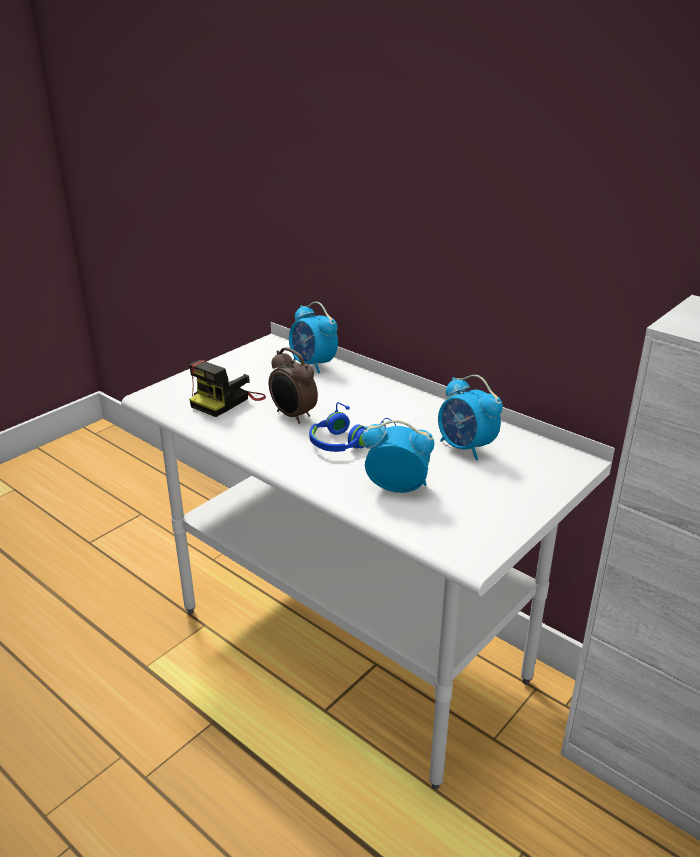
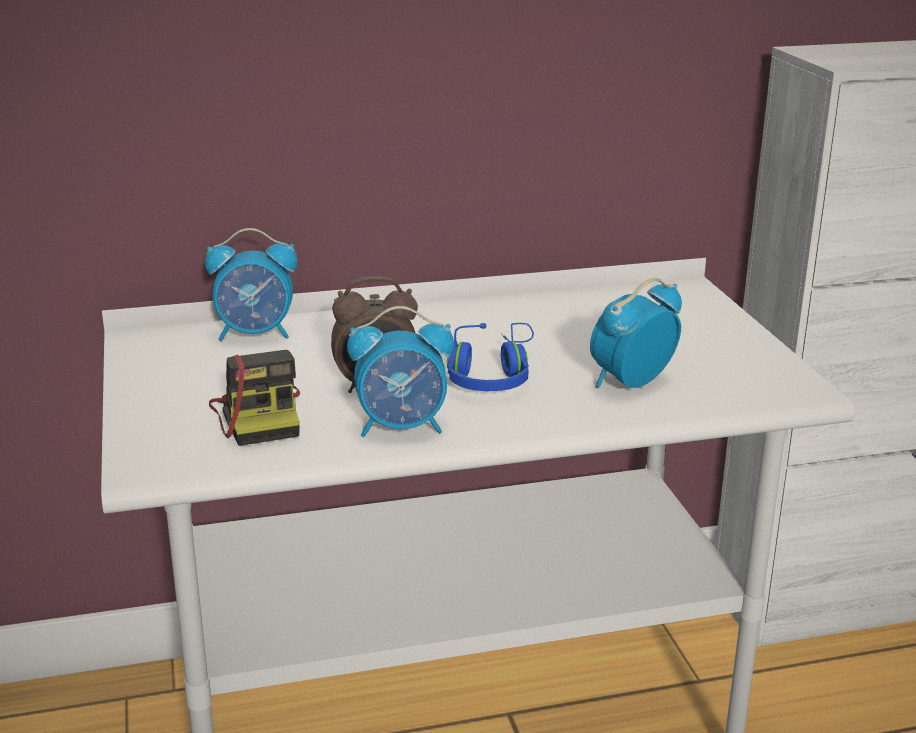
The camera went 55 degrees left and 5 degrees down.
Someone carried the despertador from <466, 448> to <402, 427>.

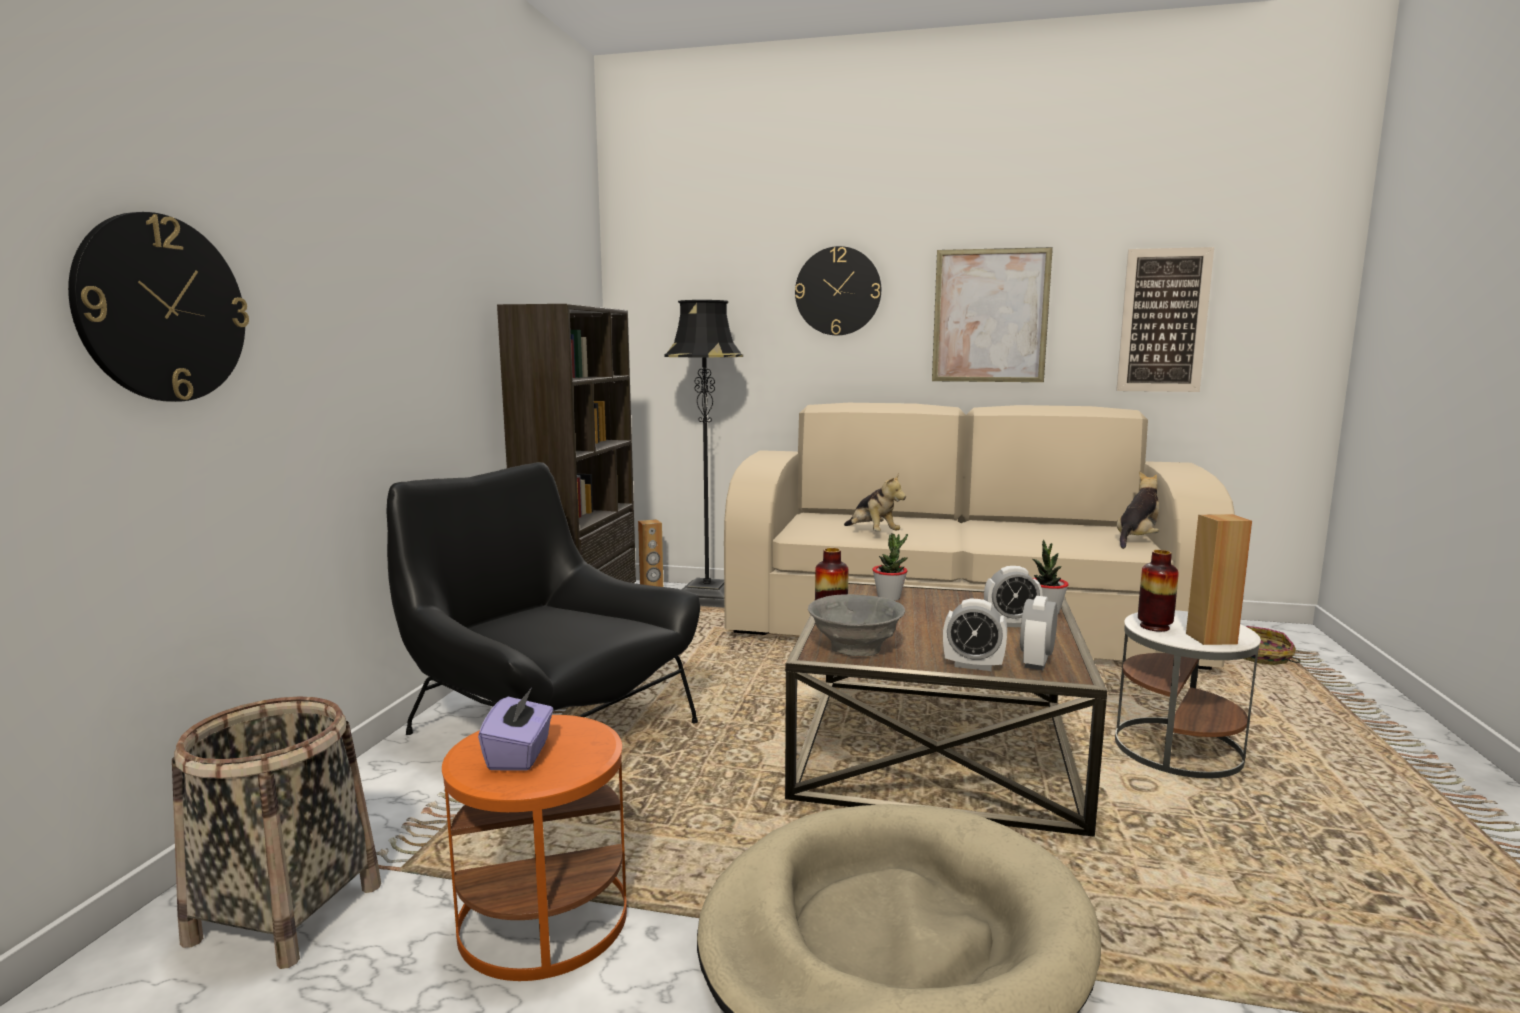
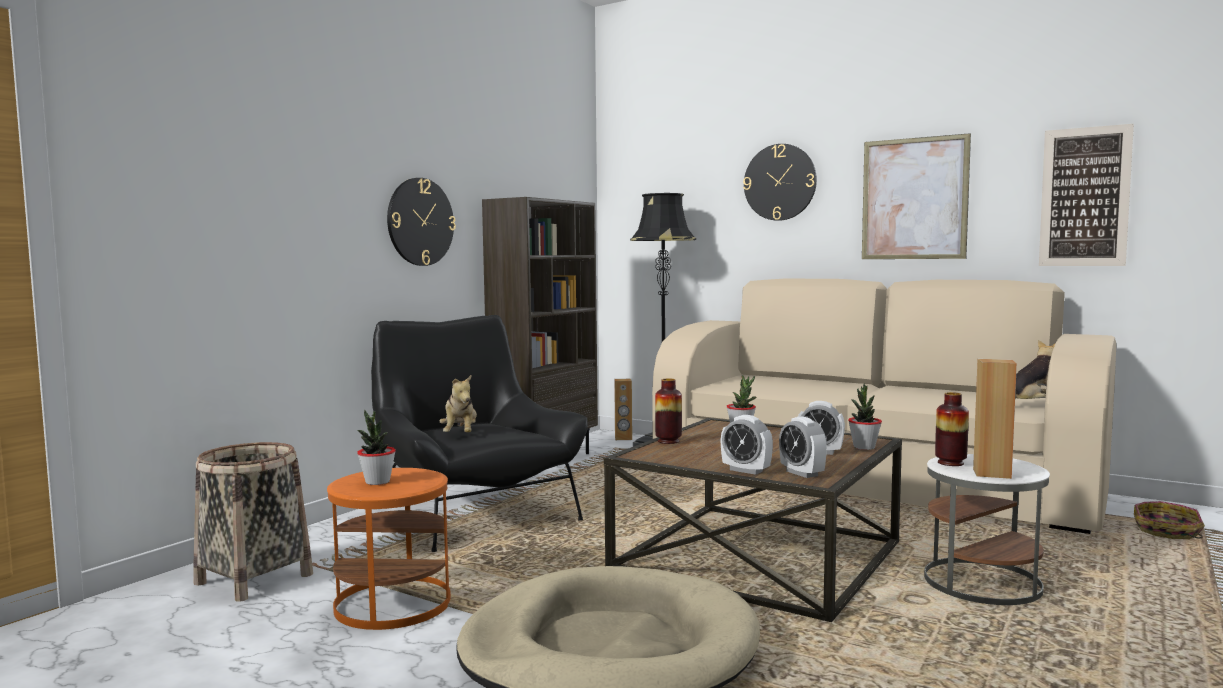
The camera went 20 degrees right and 5 degrees down.
Someone swapped the caja de pañuelos/morado at <520, 755> for the planta en maceta at <377, 482>.
Someone carried the reloj de pared from <162, 309> to <420, 222>.
Someone carried the peluche from <872, 534> to <460, 435>.
Someone rotated the despertador at <1036, 662> by 75 degrees counterclockwise.
Someone took away the cuenco/gris at <855, 649>.

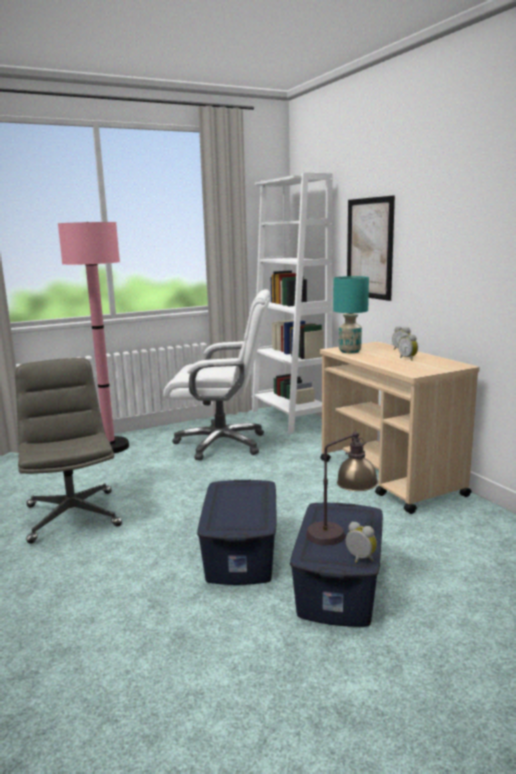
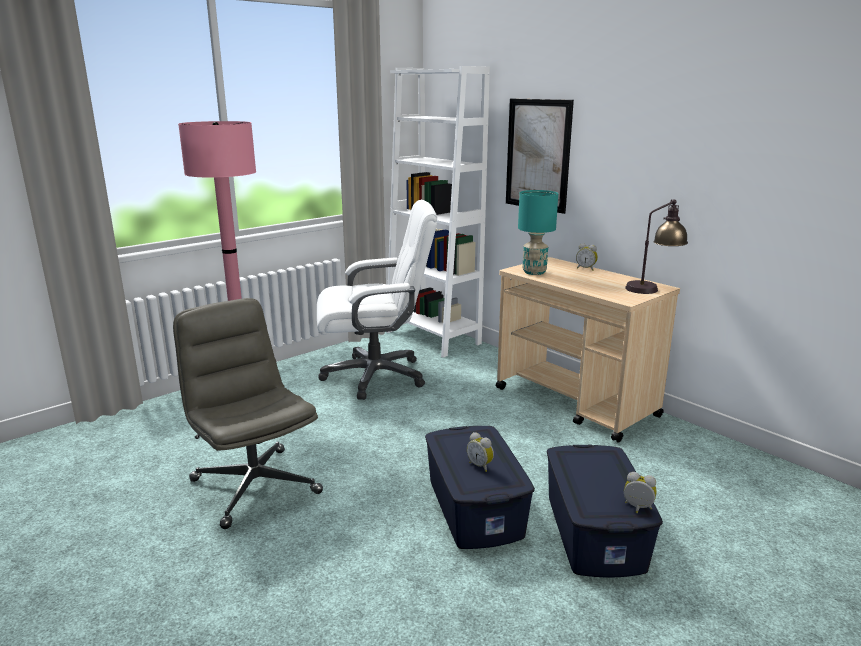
The camera went 15 degrees left and 5 degrees up.
Someone carried the despertador from <408, 359> to <480, 465>.
Someone carried the lámpara de mesa from <340, 535> to <653, 288>.

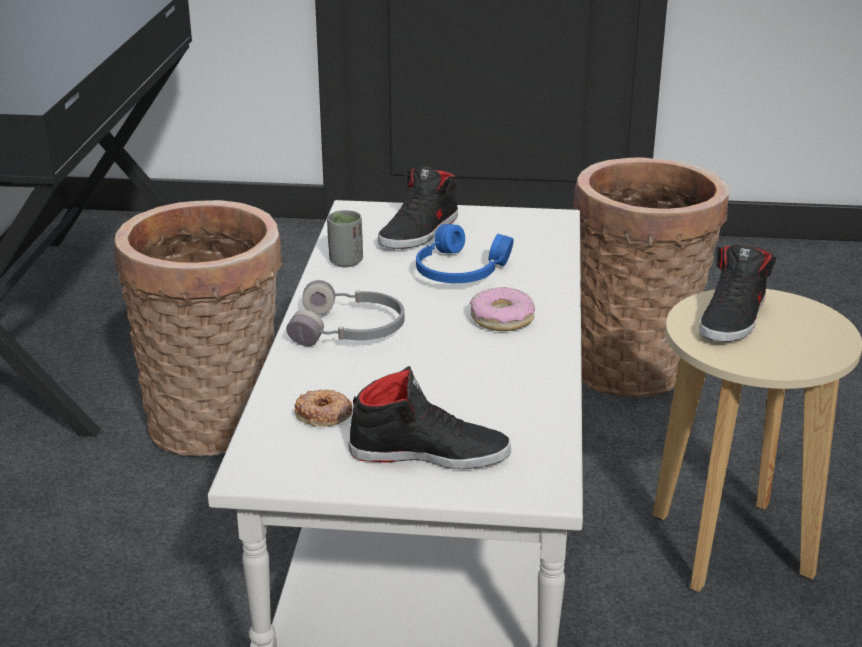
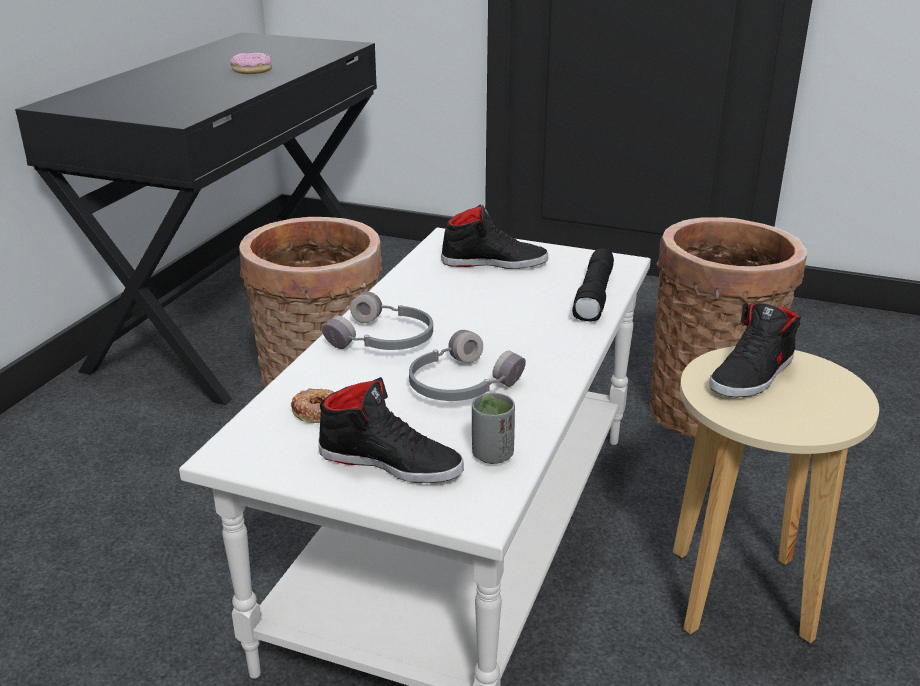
The camera went 15 degrees right and 0 degrees up.
Someone carried the rosquilla from <502, 319> to <252, 70>.
Someone put down the auriculares/gris at <460, 384>.
Someone rotated the zapato/negro at <420, 232> by 135 degrees counterclockwise.
Someone carried the taza/gris from <346, 262> to <492, 455>.
Someone put down the linterna/negro at <595, 296>.
Someone took away the auriculares/azul at <459, 271>.

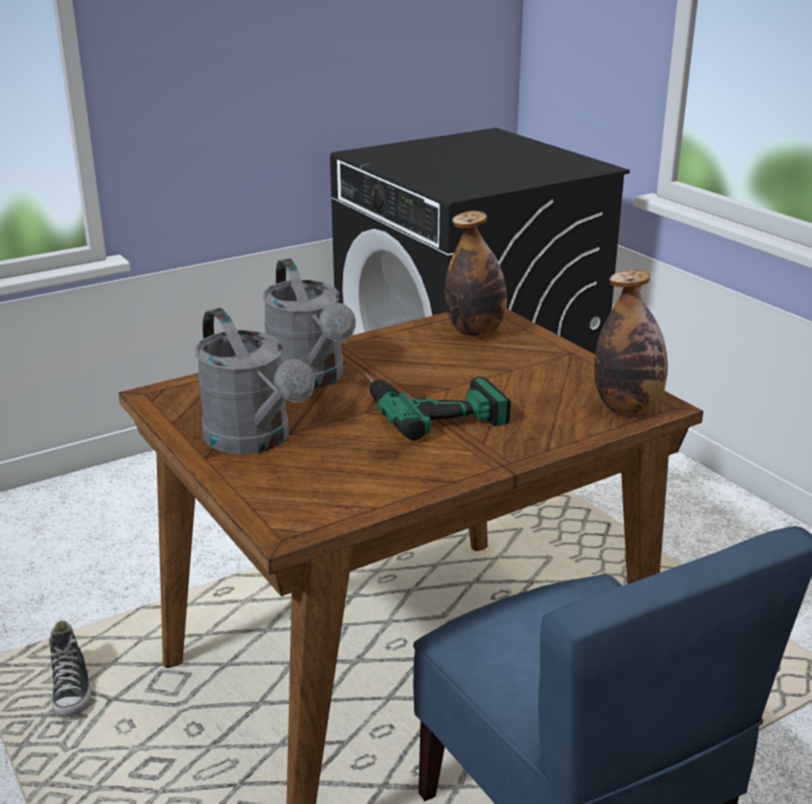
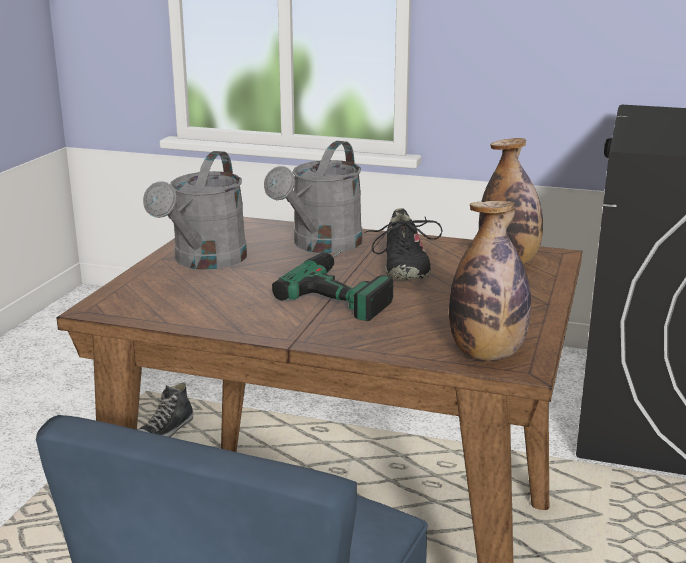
The camera went 50 degrees right and 5 degrees down.
Someone put down the zapato/negro at <403, 267>.

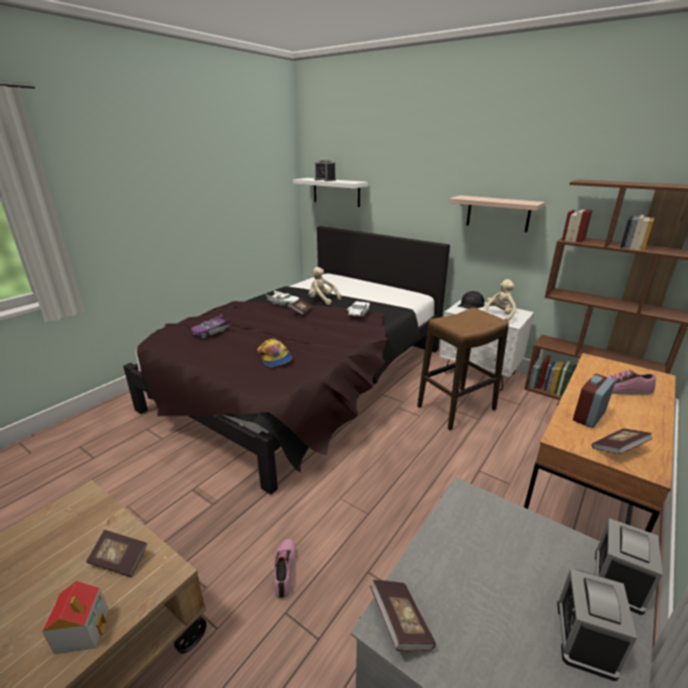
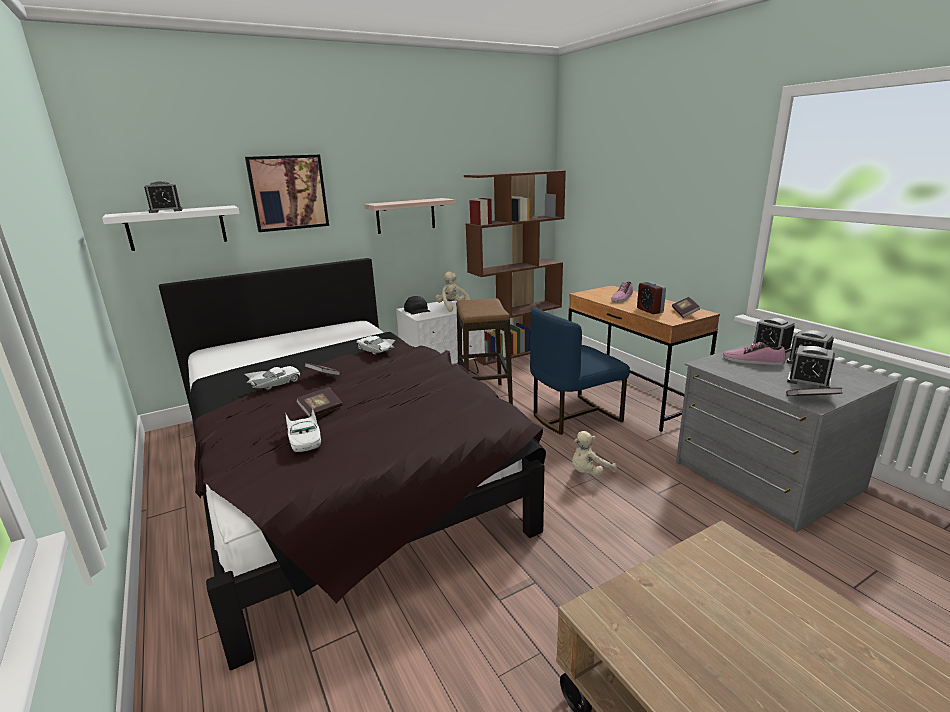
The camera went 65 degrees left and 5 degrees down.
Someone put up the cuadro at <288, 192>.
Someone repainted the coche de juguete/morado at <212, 332>, which became the coche de juguete/blanco at <304, 439>.
Someone carried the libro from <119, 560> to <320, 410>.
Someone put down the silla/azul at <573, 416>.
Someone carried the peluche/beis from <322, 300> to <589, 473>.
Someone carried the zapato from <285, 569> to <752, 361>.
Someone put down the despertador at <808, 381>.
Someone took away the casita at <82, 630>.
Someone took away the gorra at <275, 358>.

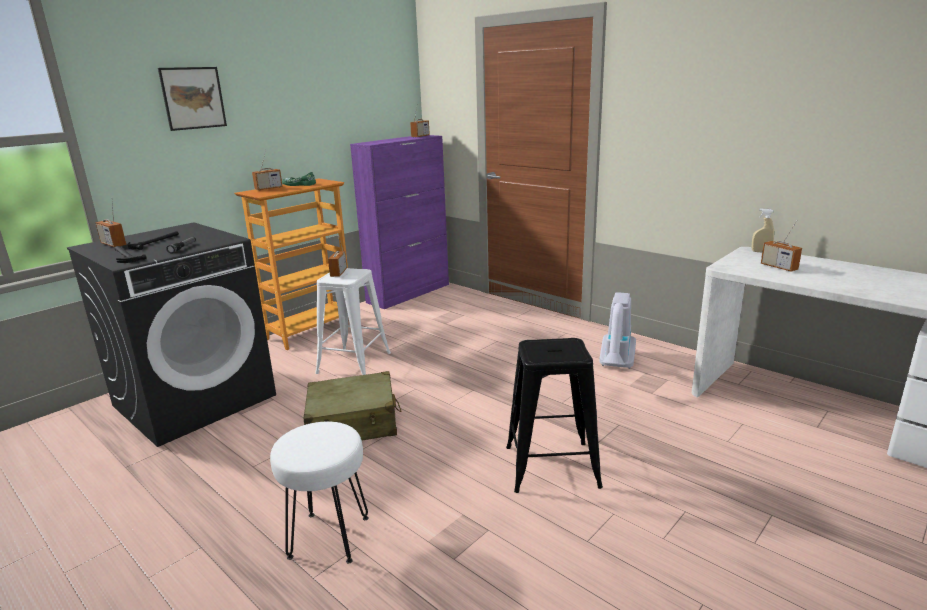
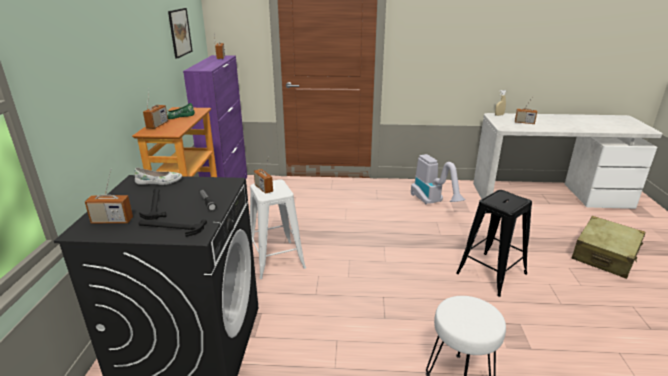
The camera went 40 degrees left and 5 degrees up.
Someone put down the zapato/blanco at <159, 182>.
Someone carried the cuadro from <193, 98> to <180, 32>.
Someone carried the maleta/beis from <353, 423> to <605, 255>.

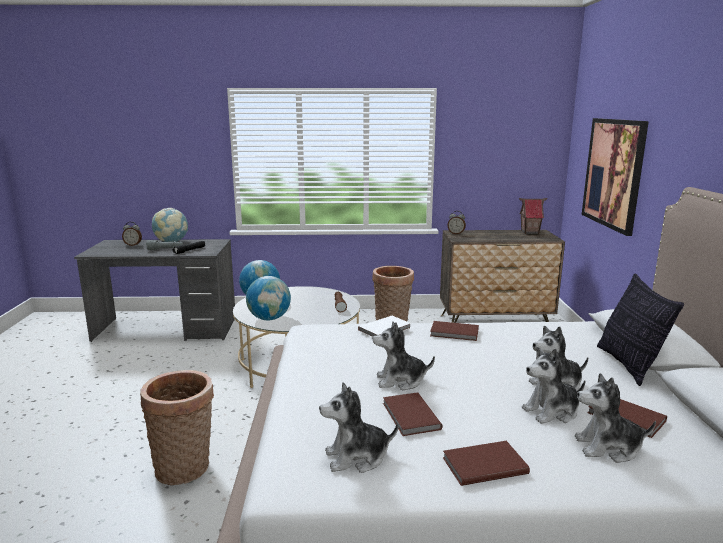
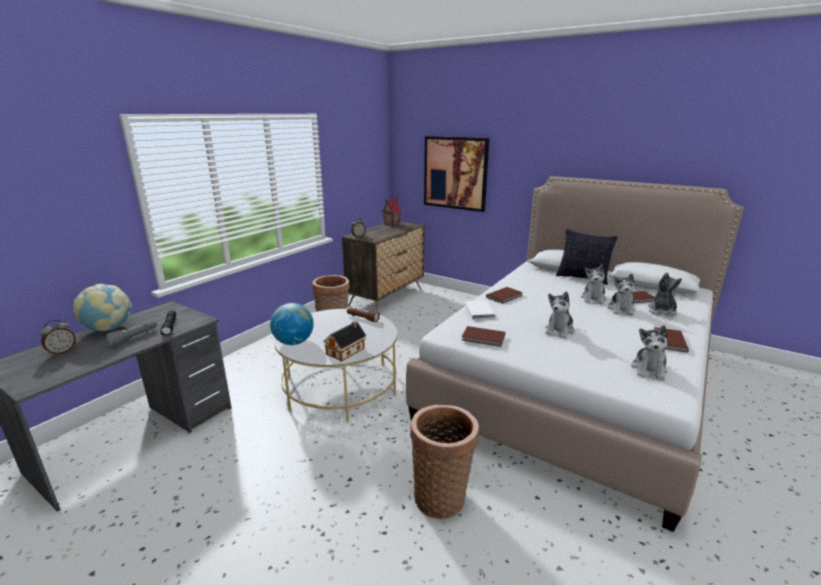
The camera went 55 degrees left and 5 degrees up.
Someone swapped the globo terráqueo at <269, 318> for the casita at <347, 351>.
Someone carried the libro/marrón from <409, 416> to <483, 338>.
Someone rotated the peluche at <608, 448> by 150 degrees clockwise.

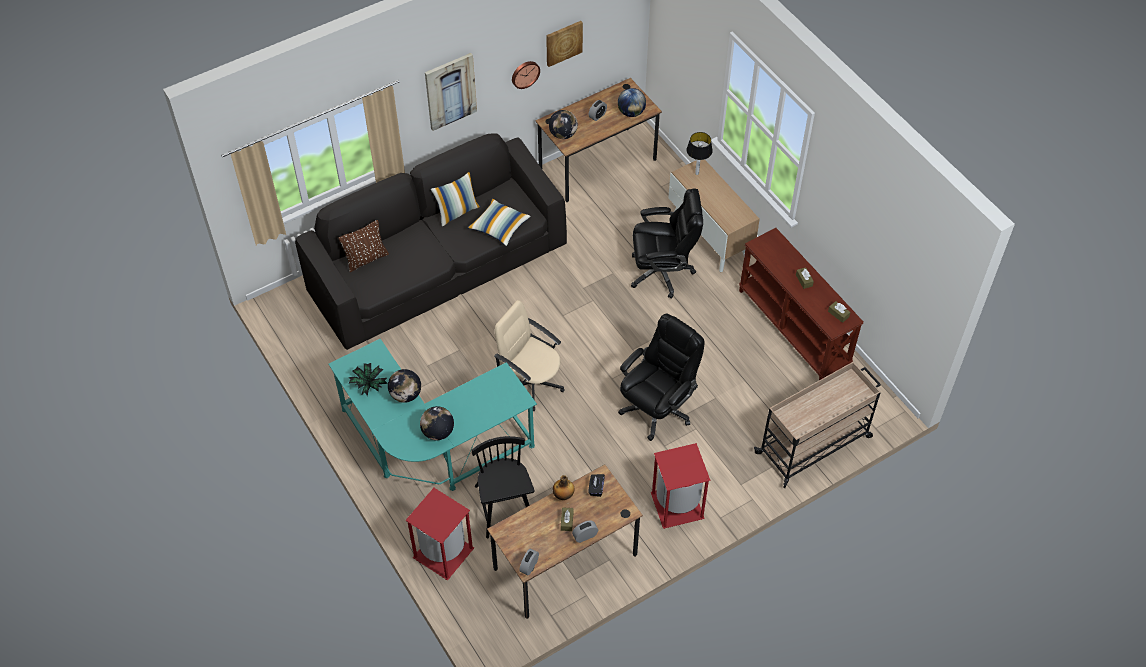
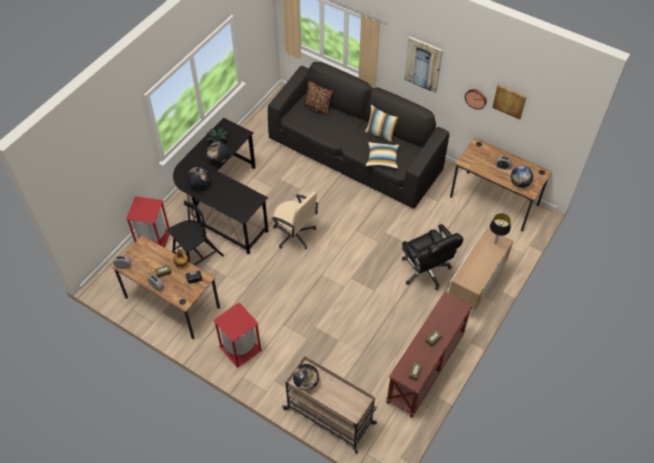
The camera went 65 degrees right and 0 degrees up.
Someone repainted the escritorio/turquesa at <431, 446>, which became the escritorio/negro at <224, 204>.
Someone rotated the silla de oficina/beis at <531, 383> by 120 degrees clockwise.
Someone carried the globo terráqueo from <563, 134> to <306, 382>.
Someone took away the silla de oficina/negro at <657, 408>.

